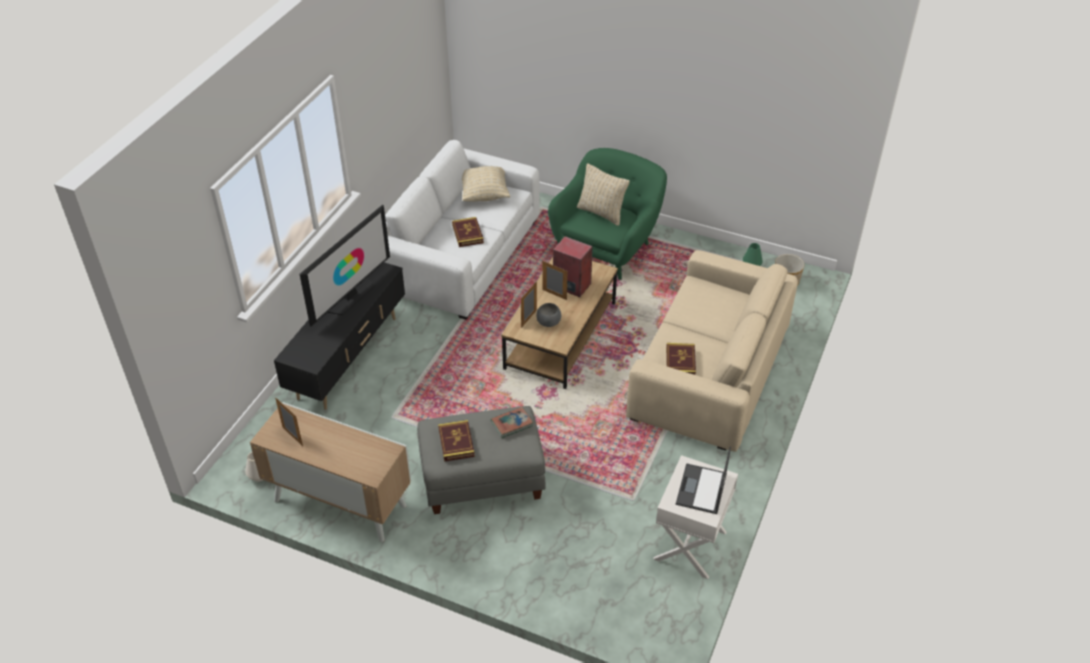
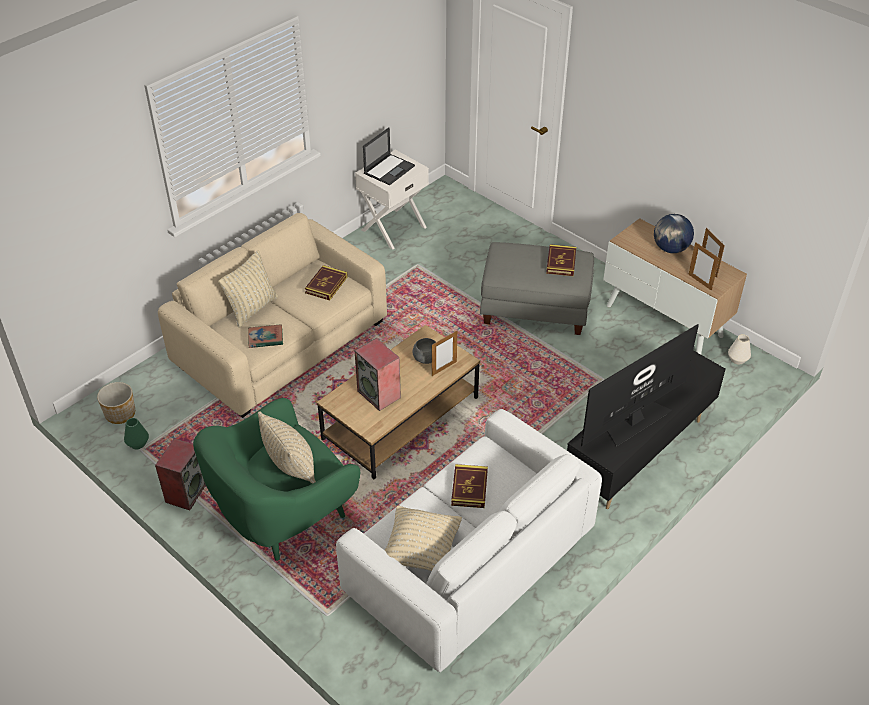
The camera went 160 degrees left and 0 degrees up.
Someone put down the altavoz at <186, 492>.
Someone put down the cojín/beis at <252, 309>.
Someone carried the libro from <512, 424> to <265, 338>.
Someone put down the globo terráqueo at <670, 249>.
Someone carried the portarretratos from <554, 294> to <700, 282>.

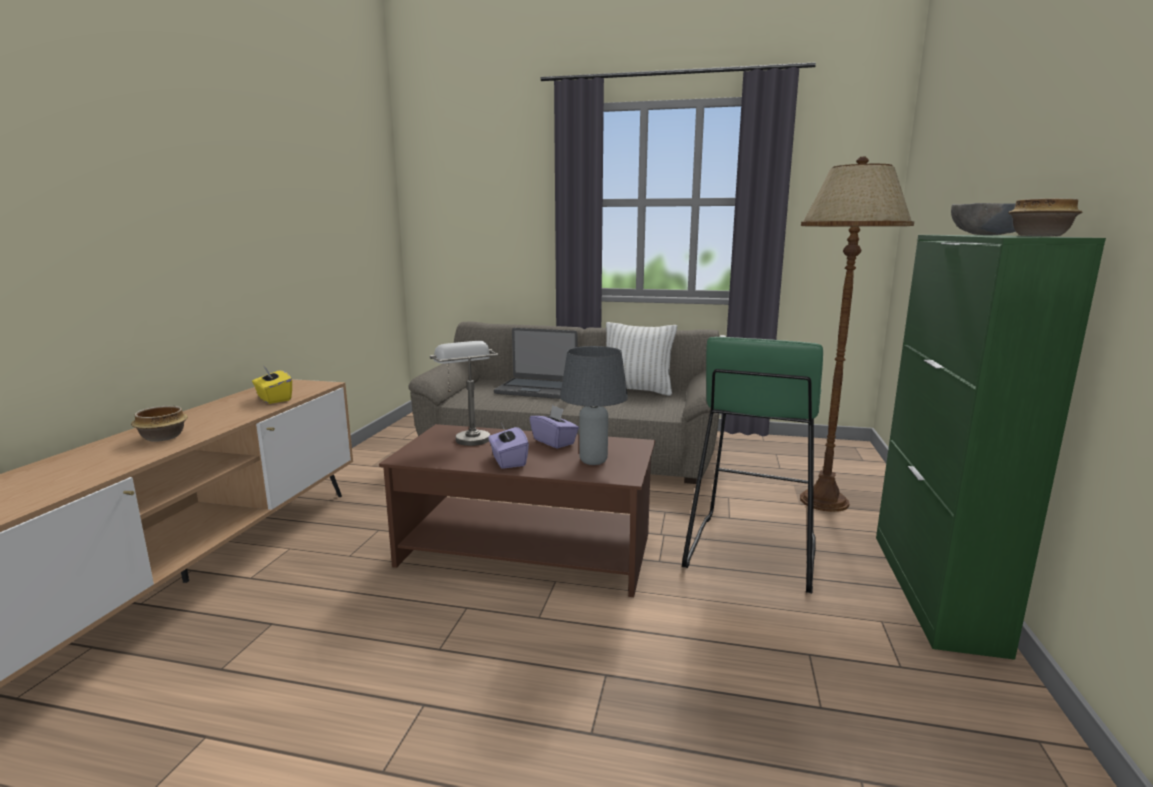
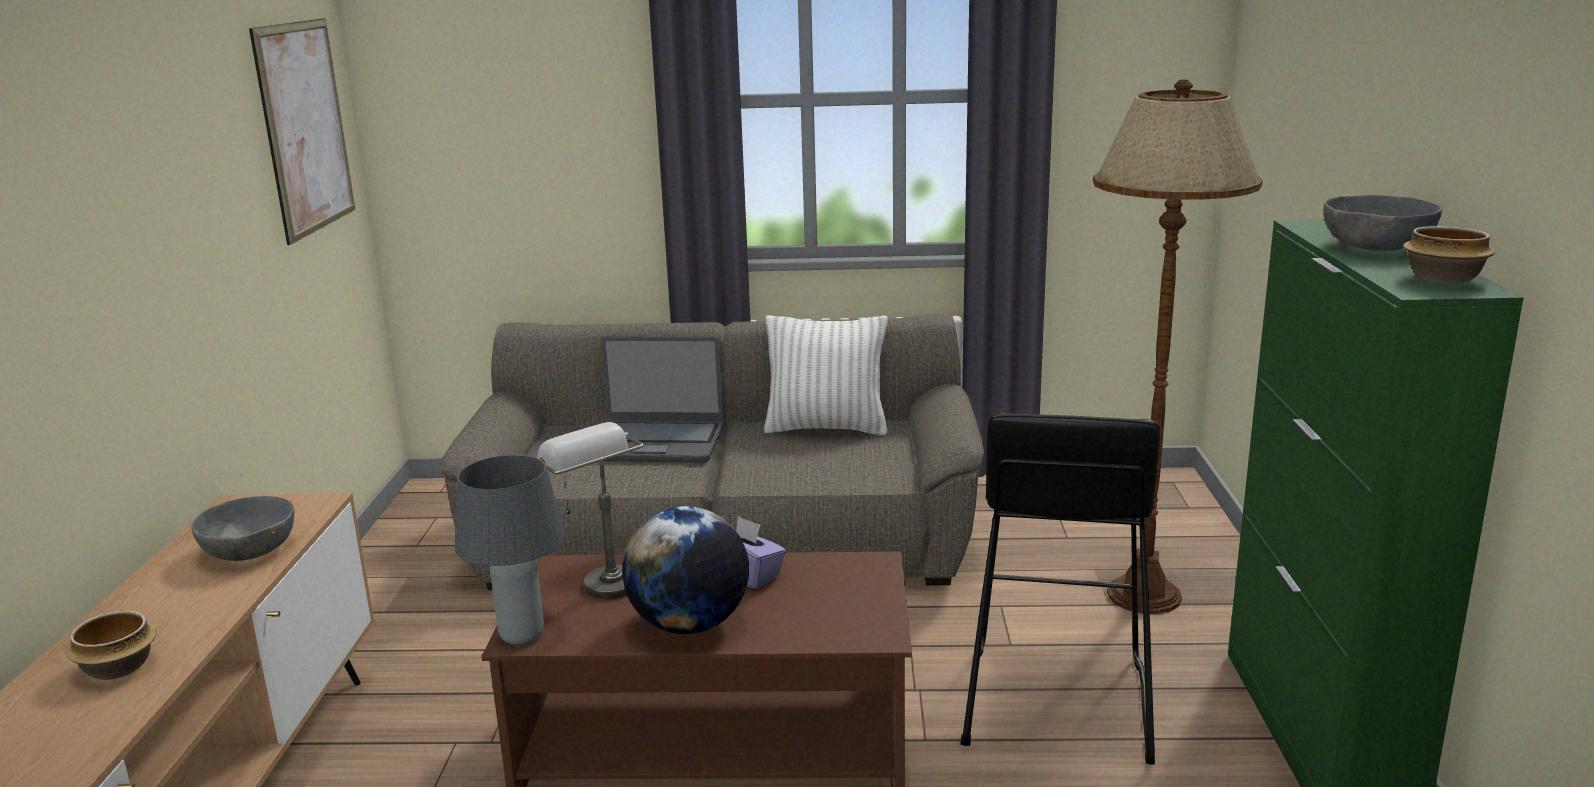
The camera went 10 degrees left and 5 degrees up.
Someone swapped the caja de pañuelos/amarillo at <274, 399> for the cuenco/gris at <251, 550>.
Someone put up the cuadro at <305, 127>.
Someone carried the lámpara de mesa/gris from <594, 461> to <523, 636>.
Someone swapped the caja de pañuelos/morado at <508, 461> for the globo terráqueo at <690, 625>.
Someone repainted the taburete/verde at <750, 552>, which became the taburete/negro at <1055, 704>.

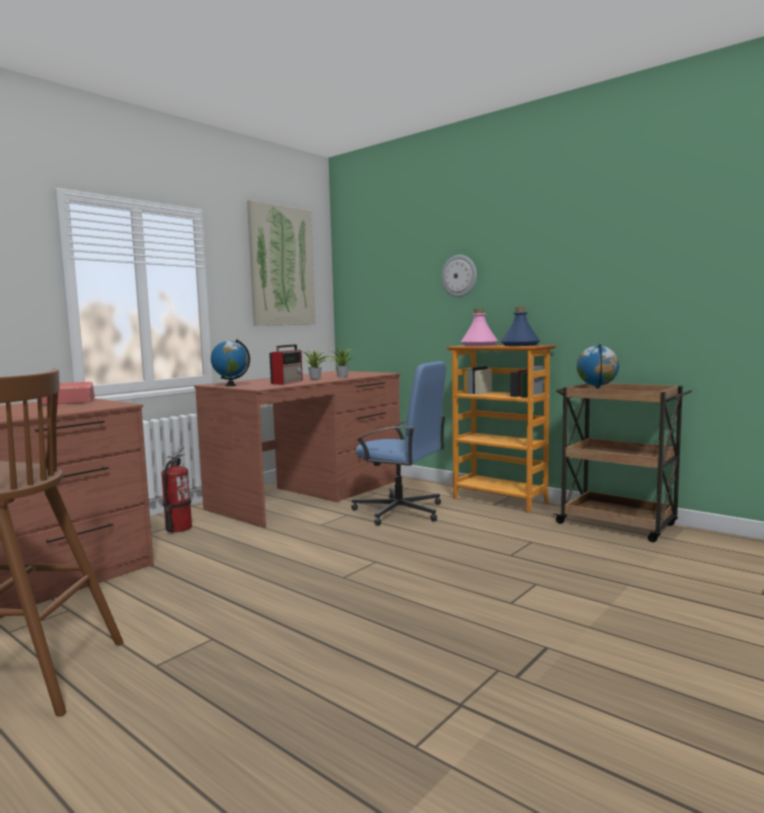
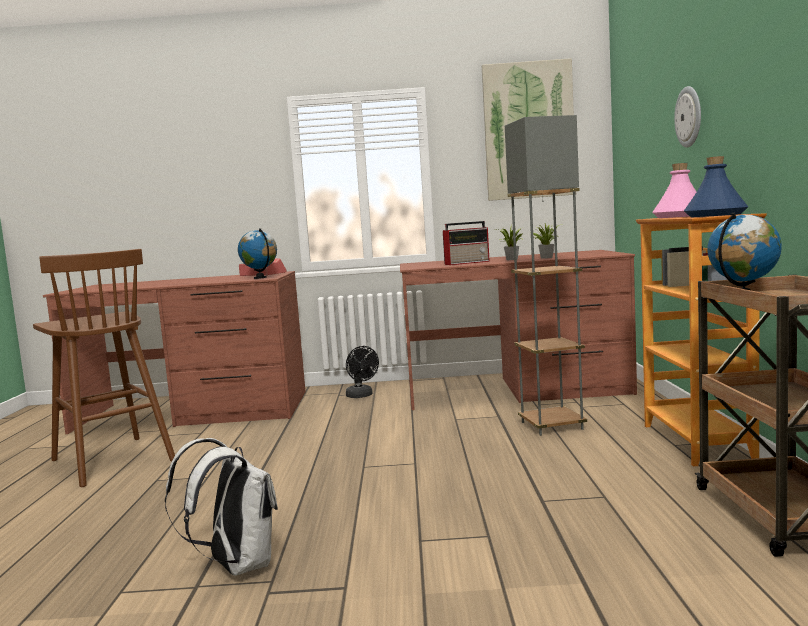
The camera went 50 degrees right and 0 degrees up.
Someone put down the mochila/blanco at <236, 566>.
Someone carried the globo terráqueo from <230, 385> to <260, 278>.
Someone swapped the extintor at <178, 528> for the ventilador/negro at <361, 396>.
Someone swapped the silla de oficina/azul at <400, 511> for the lámpara de pie/gris at <551, 426>.

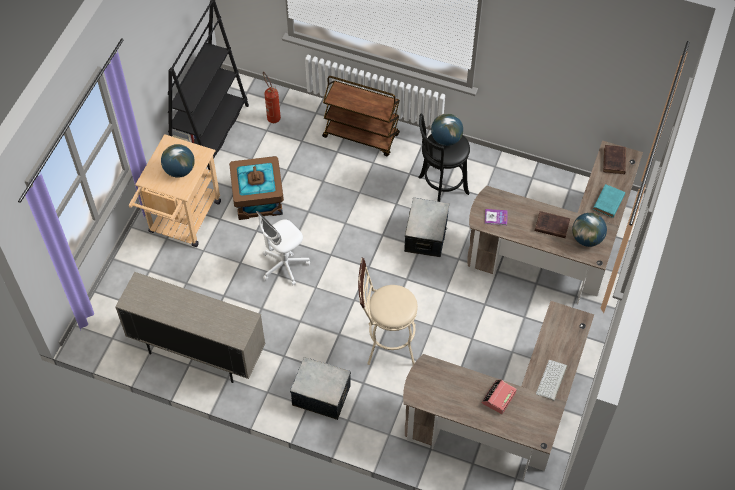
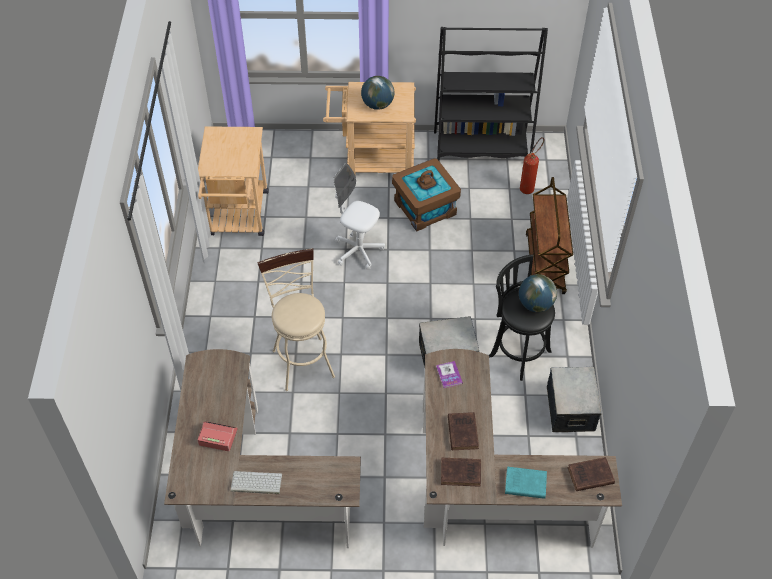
The camera went 70 degrees right and 5 degrees down.
Someone swapped the armario/beis at <198, 352> for the carrito/beis at <238, 218>.
Someone swapped the globo terráqueo at <587, 238> for the libro/marrón at <462, 473>.
Someone carried the caja de almacenaje from <321, 395> to <571, 409>.

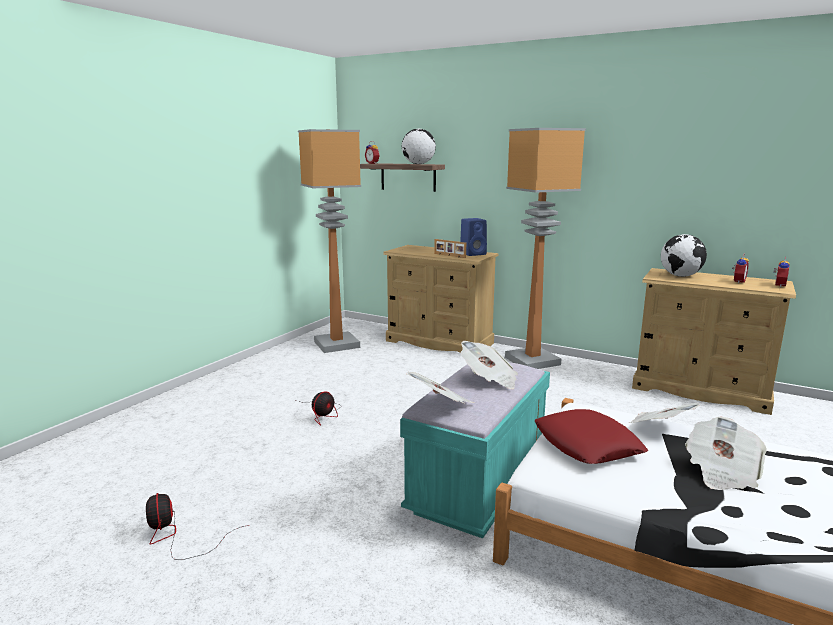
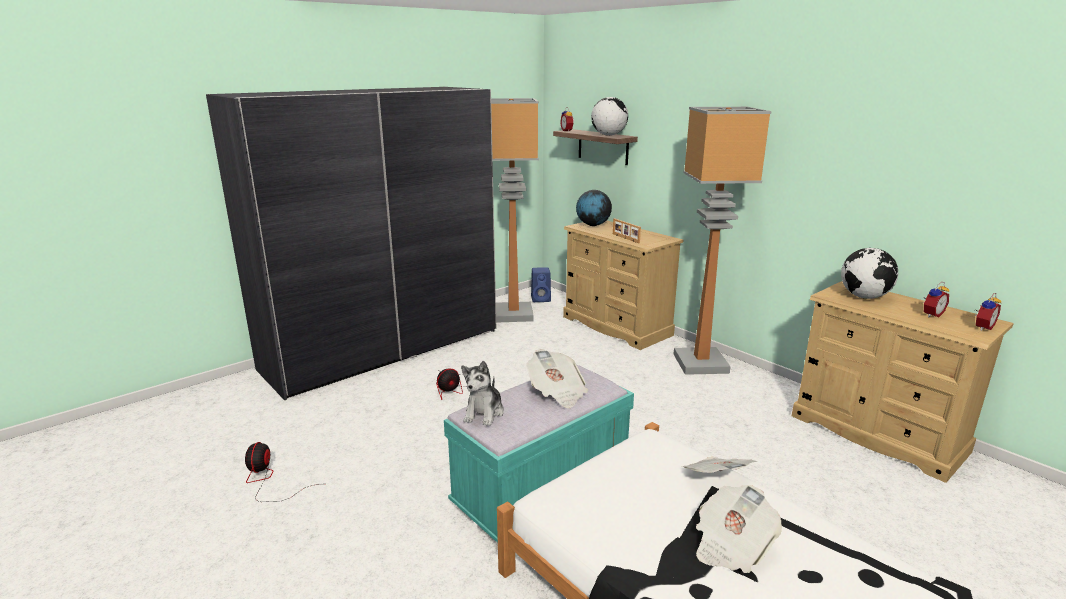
The camera went 20 degrees right and 5 degrees up.
Someone put down the armario ropero/gris at <384, 349>.
Someone swapped the periódico at <440, 405> for the peluche at <484, 413>.
Someone carried the altavoz/azul from <473, 253> to <541, 299>.
Someone put down the globo terráqueo at <593, 225>.
Someone took away the cojín/rojo at <587, 445>.

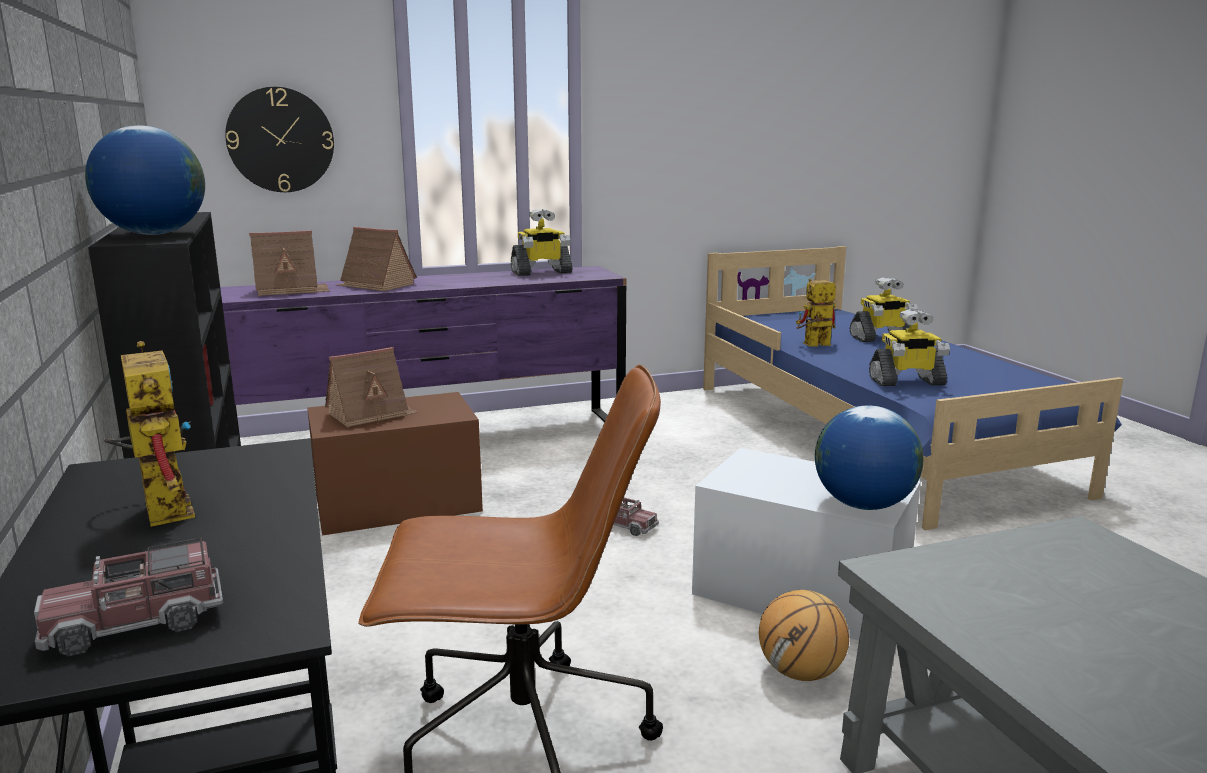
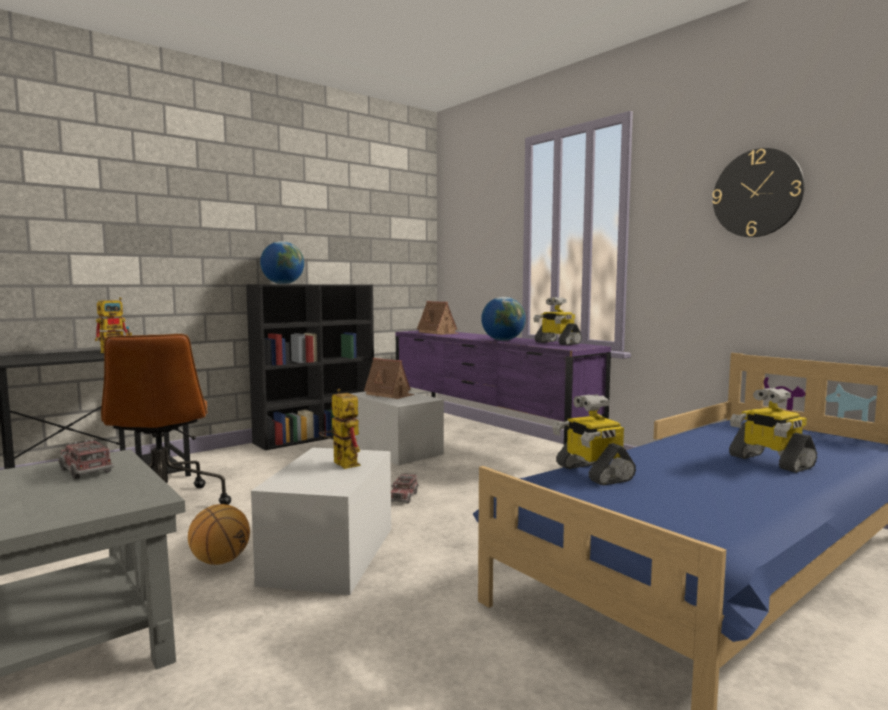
The camera went 70 degrees right and 10 degrees down.
Someone carried the camión de juguete from <136, 622> to <86, 470>.
Someone carried the robot de juguete from <812, 345> to <341, 463>.
Someone repainted the caja de almacenaje/marrón at <397, 503>, which became the caja de almacenaje/blanco at <394, 449>.
Someone carried the globo terráqueo from <863, 505> to <503, 340>.
Someone carried the reloj de pared from <280, 140> to <757, 193>.
Someone took away the casita at <376, 285>.

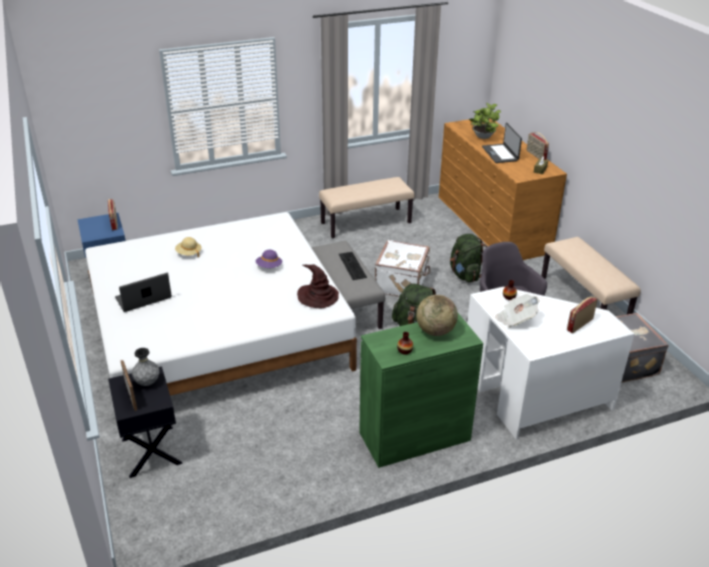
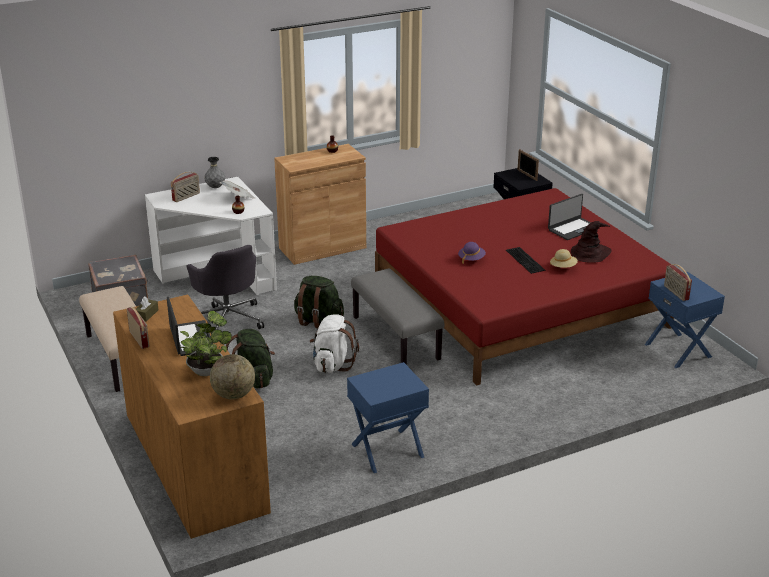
The camera went 175 degrees right and 5 degrees down.
Someone carried the florero/gris from <147, 383> to <215, 187>.
Someone carried the globo terráqueo from <435, 331> to <233, 395>.
Someone repainted the armario/verde at <414, 436>, which became the armario/marrón at <322, 248>.
Someone swapped the maleta/blanco at <402, 283> for the mochila/blanco at <332, 364>.
Someone swapped the banco/beis at <366, 222> for the mesita de noche/azul at <388, 451>.
Someone repainted the cama/blanco at <218, 332>, which became the cama/rojo at <518, 305>.
Someone carried the teclado from <351, 265> to <526, 260>.
Someone carried the sombrero/marrón from <318, 297> to <590, 253>.

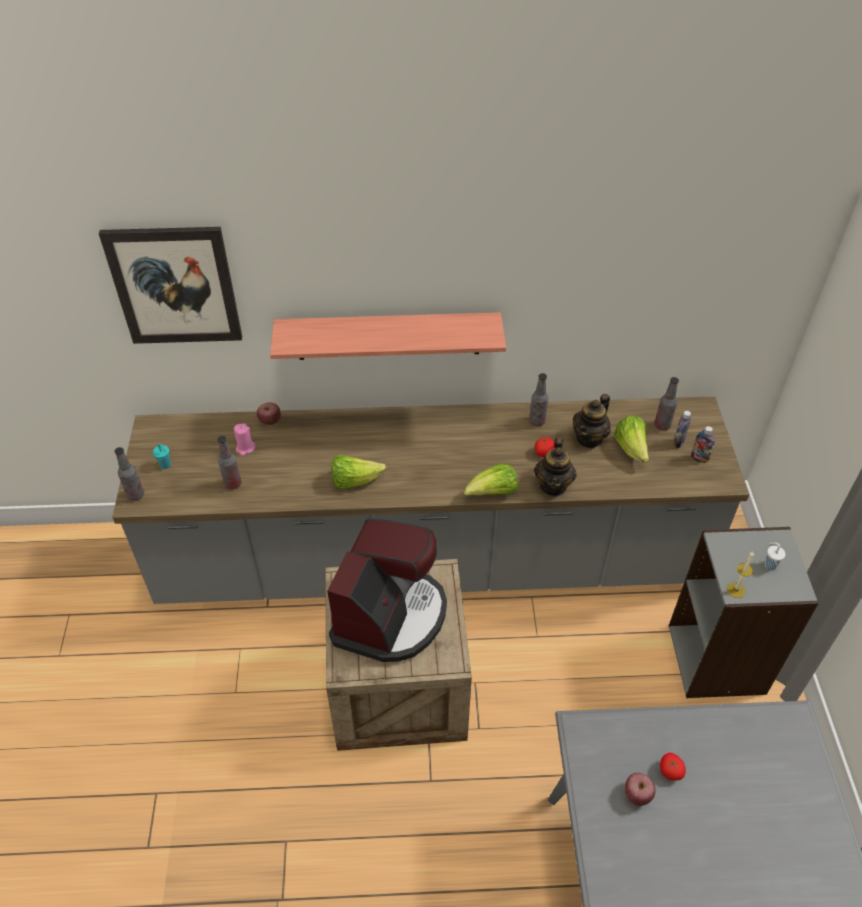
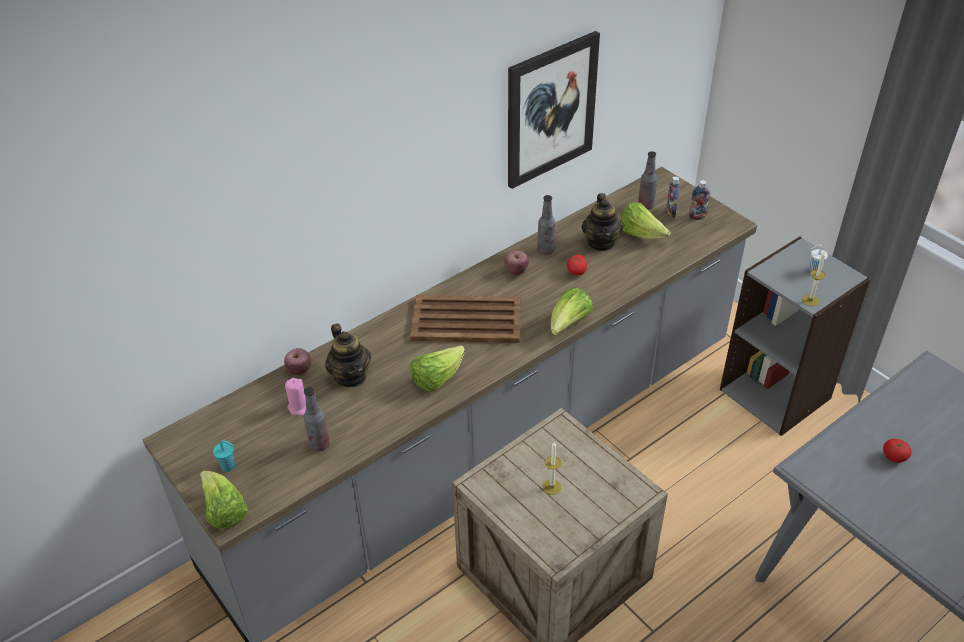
The camera went 35 degrees left and 5 degrees down.
Someone swapped the botella at <135, 495> for the lechuga at <224, 511>.
Someone carried the tetera from <553, 485> to <351, 376>.
Someone put down the bandeja/marrón at <467, 320>.
Someone carried the manzana from <637, 795> to <516, 271>.
Someone carried the cuadro from <175, 286> to <550, 110>.
Someone swapped the cafetera at <390, 615> for the vela at <551, 487>.
Someone took away the estante at <388, 336>.

